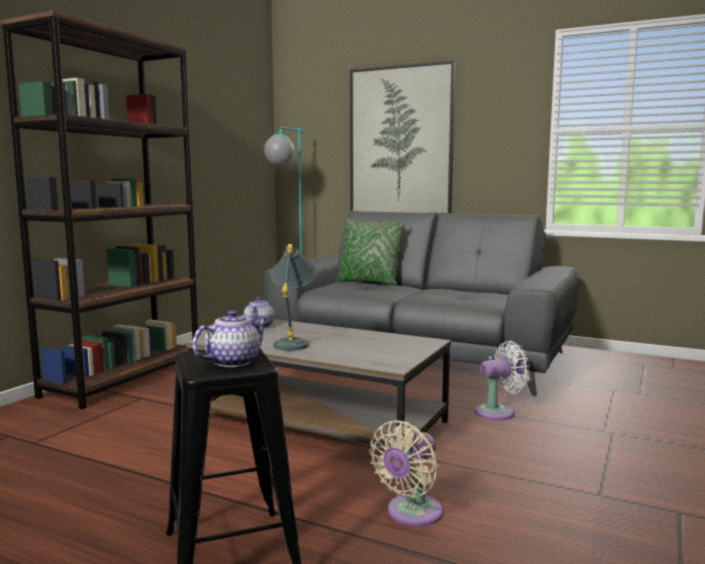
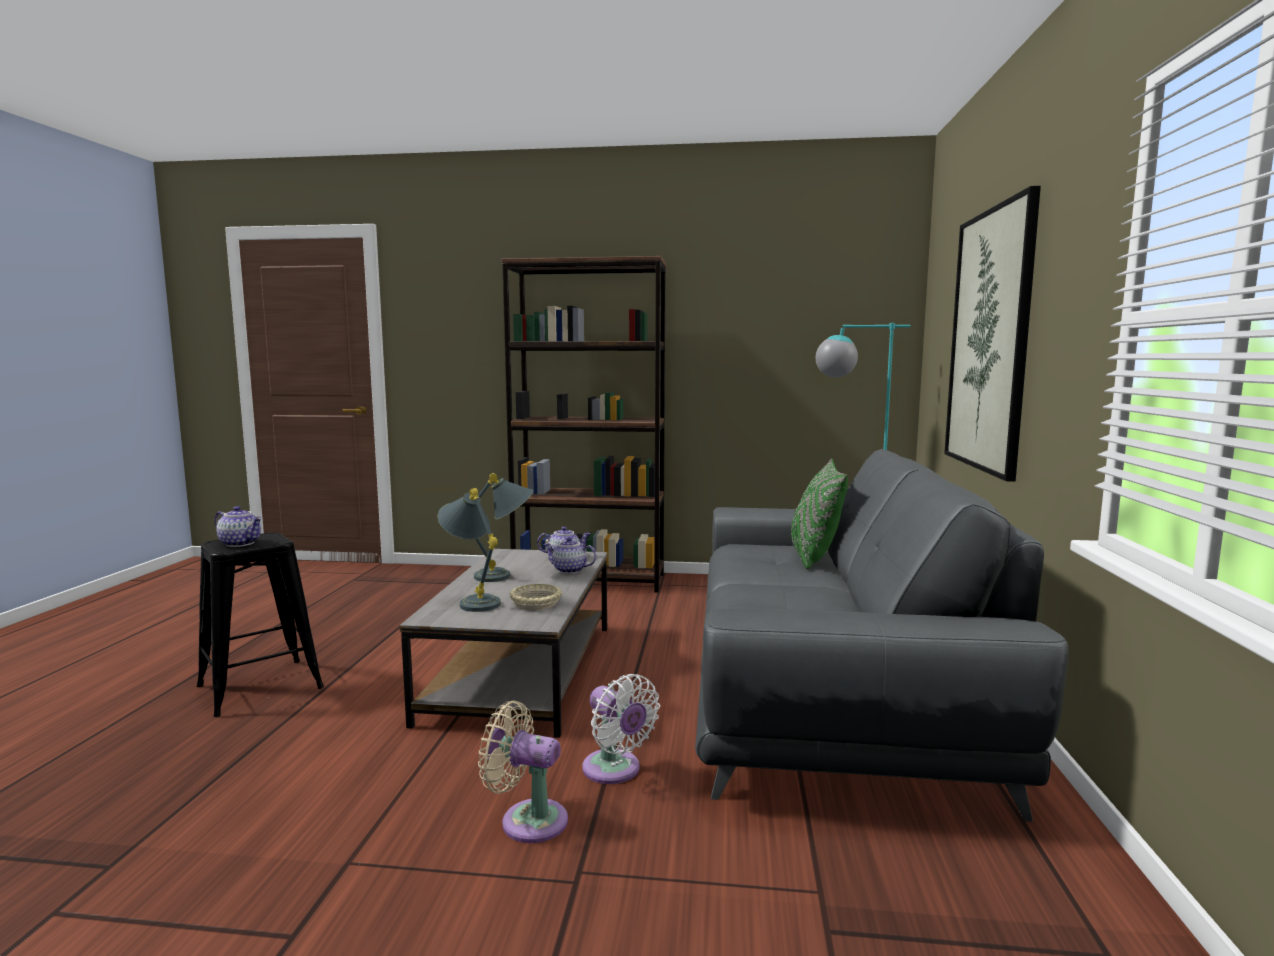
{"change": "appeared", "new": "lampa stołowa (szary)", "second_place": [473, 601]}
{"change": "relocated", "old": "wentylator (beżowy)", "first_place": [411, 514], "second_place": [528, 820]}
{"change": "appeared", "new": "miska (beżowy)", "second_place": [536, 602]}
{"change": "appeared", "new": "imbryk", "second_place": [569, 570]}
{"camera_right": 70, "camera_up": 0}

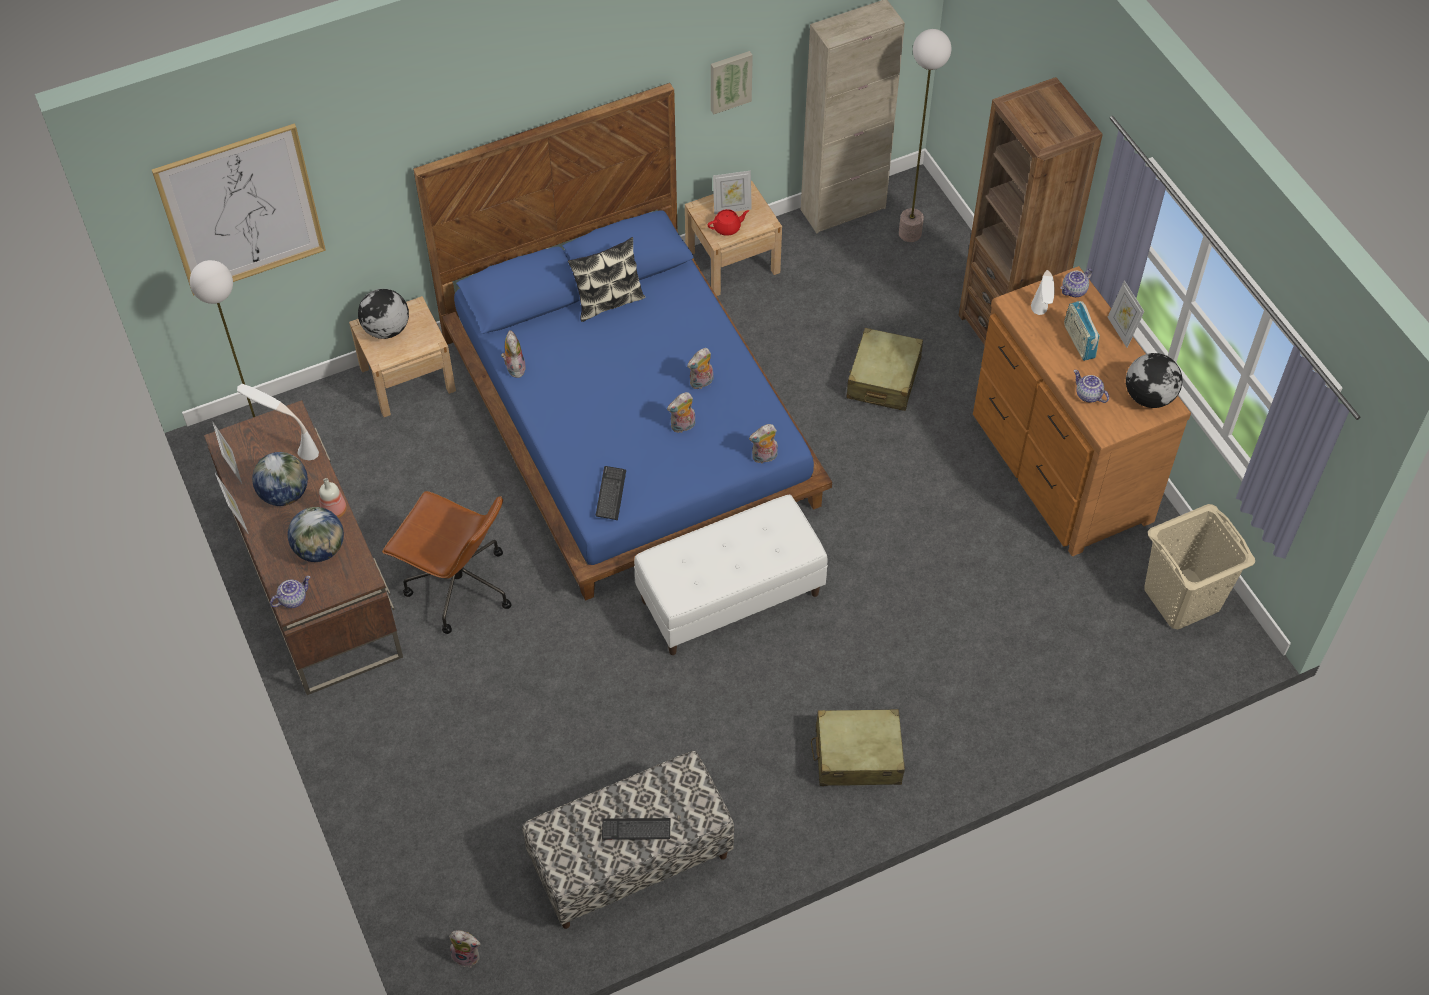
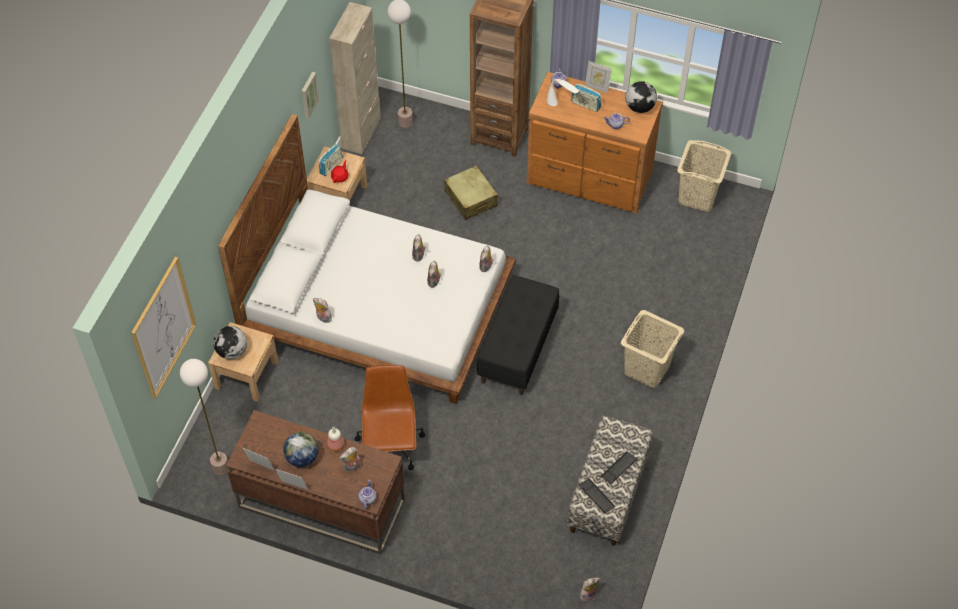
{"change": "colour", "old": "łóżko (niebieski)", "new": "łóżko (biały)", "first_place": [631, 420], "second_place": [379, 307]}
{"change": "exchanged", "old": "ramka na zdjęcie", "new": "radio", "first_place": [732, 208], "second_place": [331, 166]}
{"change": "exchanged", "old": "globus", "new": "pluszak", "first_place": [320, 549], "second_place": [352, 467]}
{"change": "spun", "old": "krzesło biurowe (brązowy)", "first_place": [458, 586], "second_place": [391, 447], "degrees": -75}
{"change": "colour", "old": "ławka (biały)", "new": "ławka (czarny)", "first_place": [730, 596], "second_place": [517, 348]}
{"change": "relocated", "old": "klawiatura", "first_place": [611, 494], "second_place": [596, 496]}
{"change": "exchanged", "old": "walizka (beżowy)", "new": "kosz na pranie (beżowy)", "first_place": [857, 755], "second_place": [647, 369]}
{"change": "missing", "old": "lampa stołowa (biały)", "first_place": [285, 445]}
{"change": "missing", "old": "poduszka", "first_place": [608, 301]}
{"camera_right": -45, "camera_up": 0}

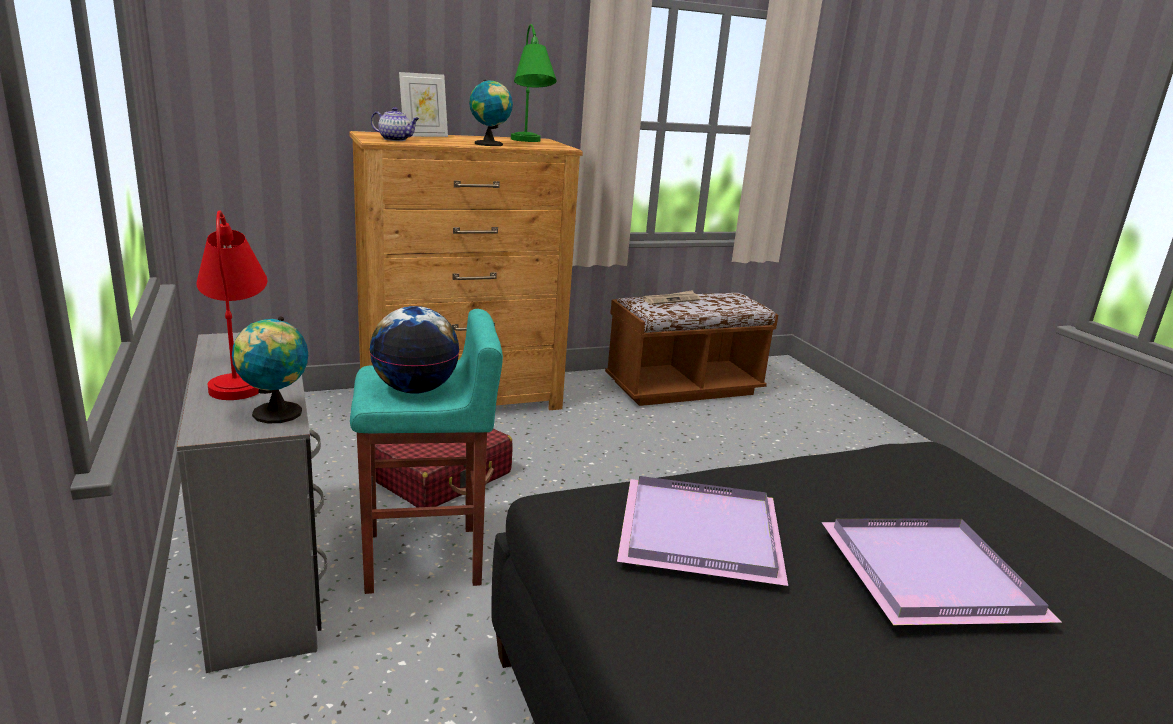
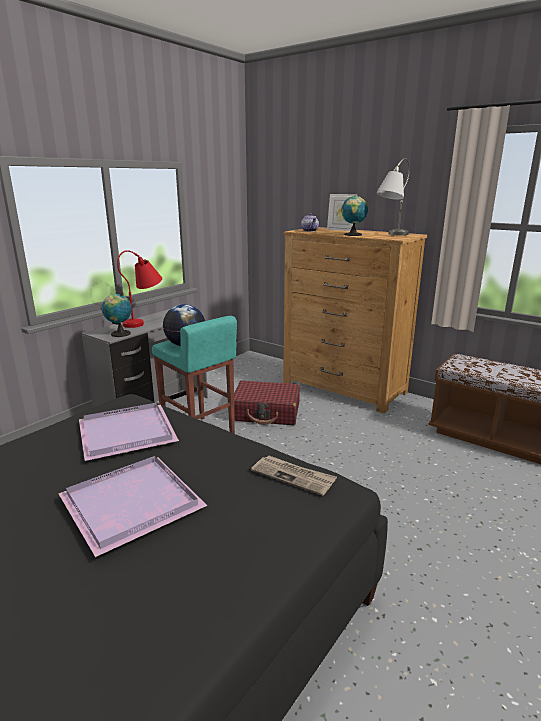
{"change": "relocated", "old": "gazeta", "first_place": [671, 300], "second_place": [294, 476]}
{"change": "colour", "old": "lampa stołowa (zielony)", "new": "lampa stołowa (szary)", "first_place": [528, 142], "second_place": [391, 235]}
{"camera_right": 60, "camera_up": 0}

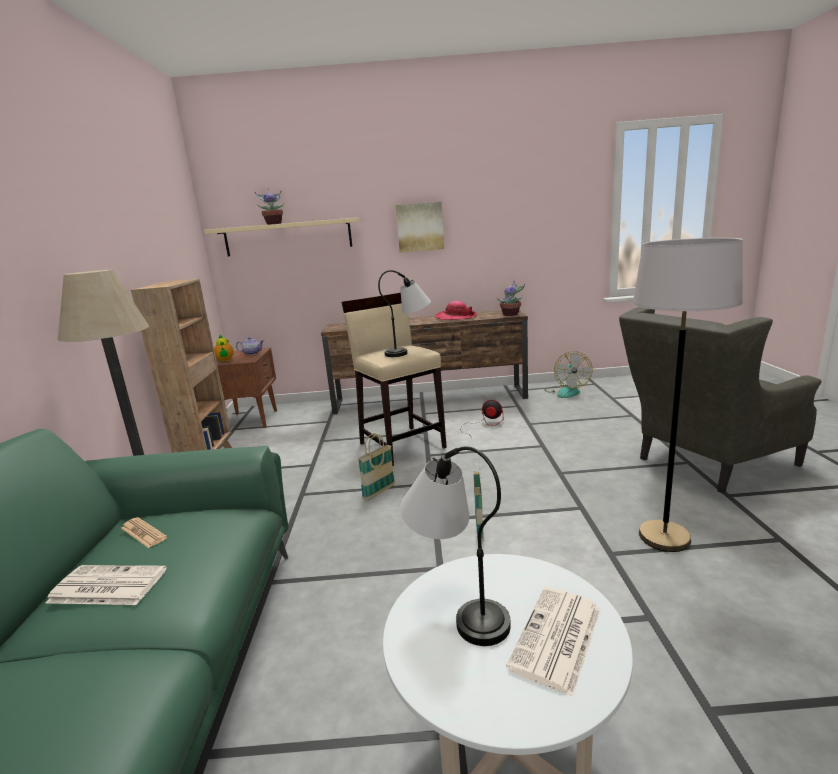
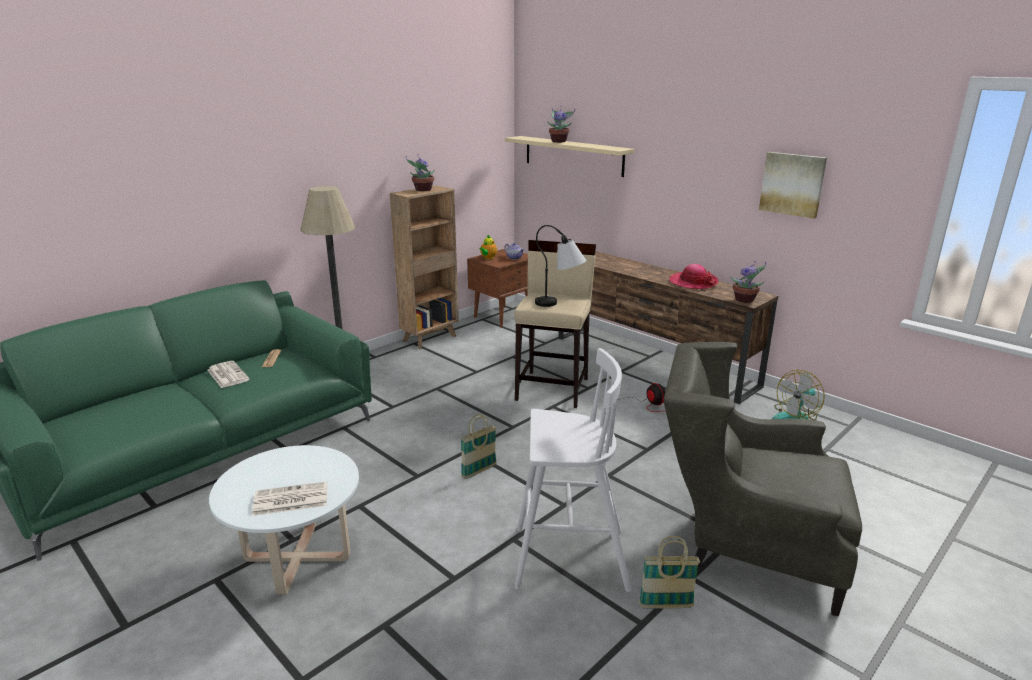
{"change": "appeared", "new": "roślina doniczkowa", "second_place": [422, 190]}
{"change": "exchanged", "old": "lampa stojąca (szary)", "new": "stołek (biały)", "first_place": [664, 537], "second_place": [567, 558]}
{"change": "relocated", "old": "koszyk", "first_place": [379, 492], "second_place": [666, 606]}
{"change": "relocated", "old": "obraz", "first_place": [420, 227], "second_place": [792, 184]}
{"change": "missing", "old": "lampa stołowa", "first_place": [457, 605]}
{"camera_right": 45, "camera_up": 5}

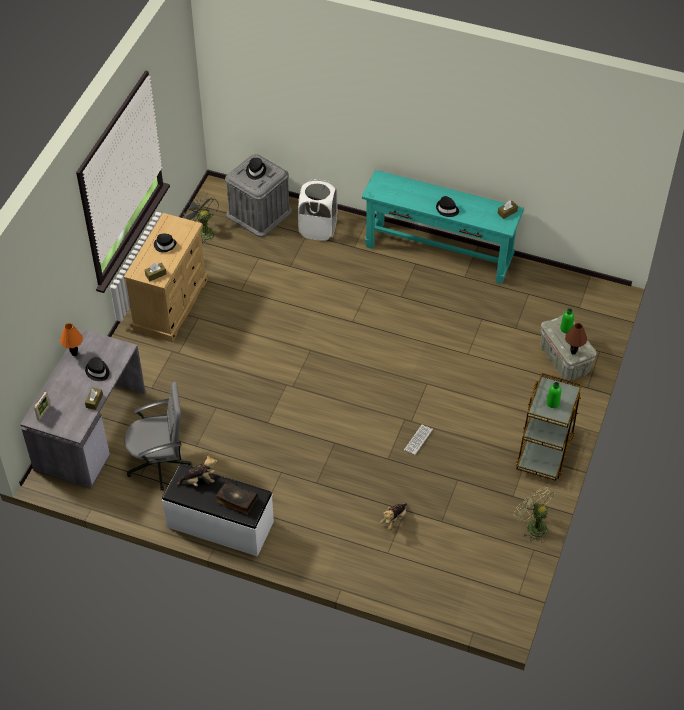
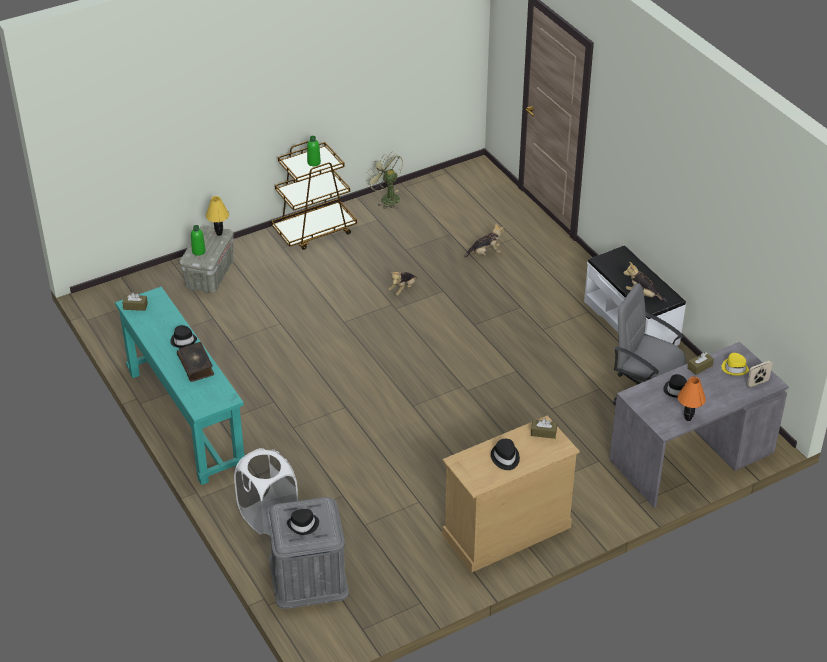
{"change": "relocated", "old": "książka", "first_place": [236, 500], "second_place": [196, 366]}
{"change": "colour", "old": "lampa stołowa (brązowy)", "new": "lampa stołowa (żółty)", "first_place": [573, 352], "second_place": [219, 234]}
{"change": "spun", "old": "wentylator (zielony)", "first_place": [533, 525], "second_place": [386, 198], "degrees": 135}
{"change": "exchanged", "old": "klawiatura", "new": "pluszak", "first_place": [418, 440], "second_place": [403, 289]}
{"change": "appeared", "new": "kapelusz (żółty)", "second_place": [734, 368]}
{"change": "missing", "old": "wentylator (szary)", "first_place": [202, 231]}
{"camera_right": -140, "camera_up": -10}

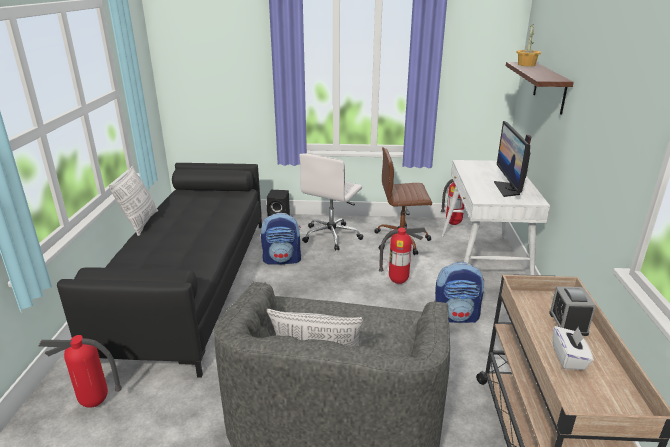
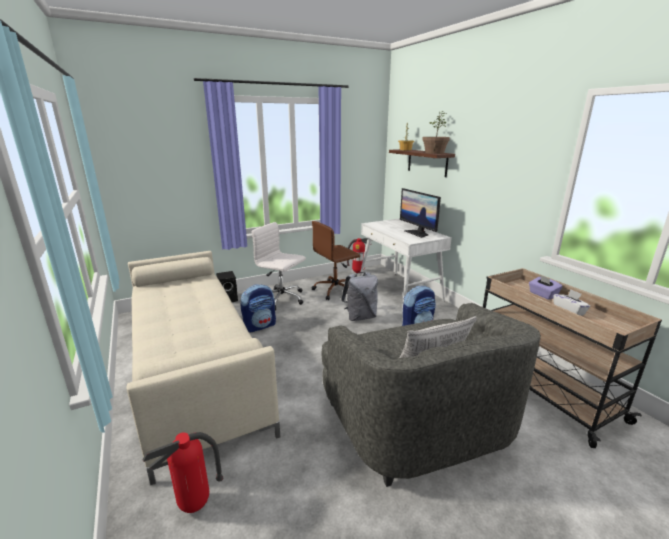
{"change": "colour", "old": "kanapa (czarny)", "new": "kanapa (beżowy)", "first_place": [191, 283], "second_place": [194, 366]}
{"change": "spun", "old": "krzesło biurowe (biały)", "first_place": [332, 236], "second_place": [282, 299], "degrees": 120}
{"change": "exchanged", "old": "gaśnica", "new": "plecak (szary)", "first_place": [398, 281], "second_place": [360, 317]}
{"change": "appeared", "new": "roślina doniczkowa", "second_place": [434, 152]}
{"change": "exchanged", "old": "budzik", "new": "pudełko chusteczek (fioletowy)", "first_place": [568, 323], "second_place": [542, 295]}
{"change": "missing", "old": "poduszka", "first_place": [140, 223]}
{"camera_right": -30, "camera_up": -5}

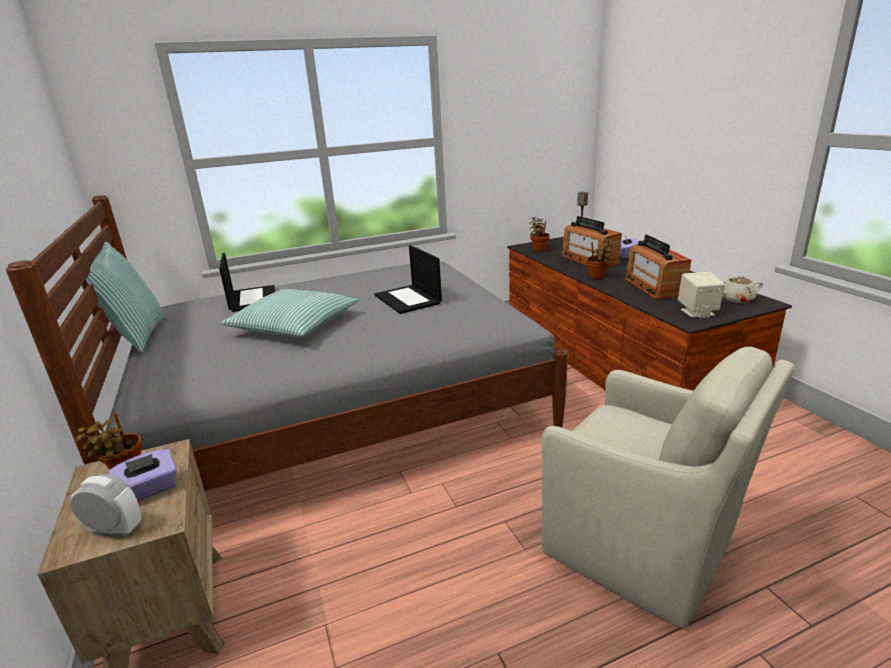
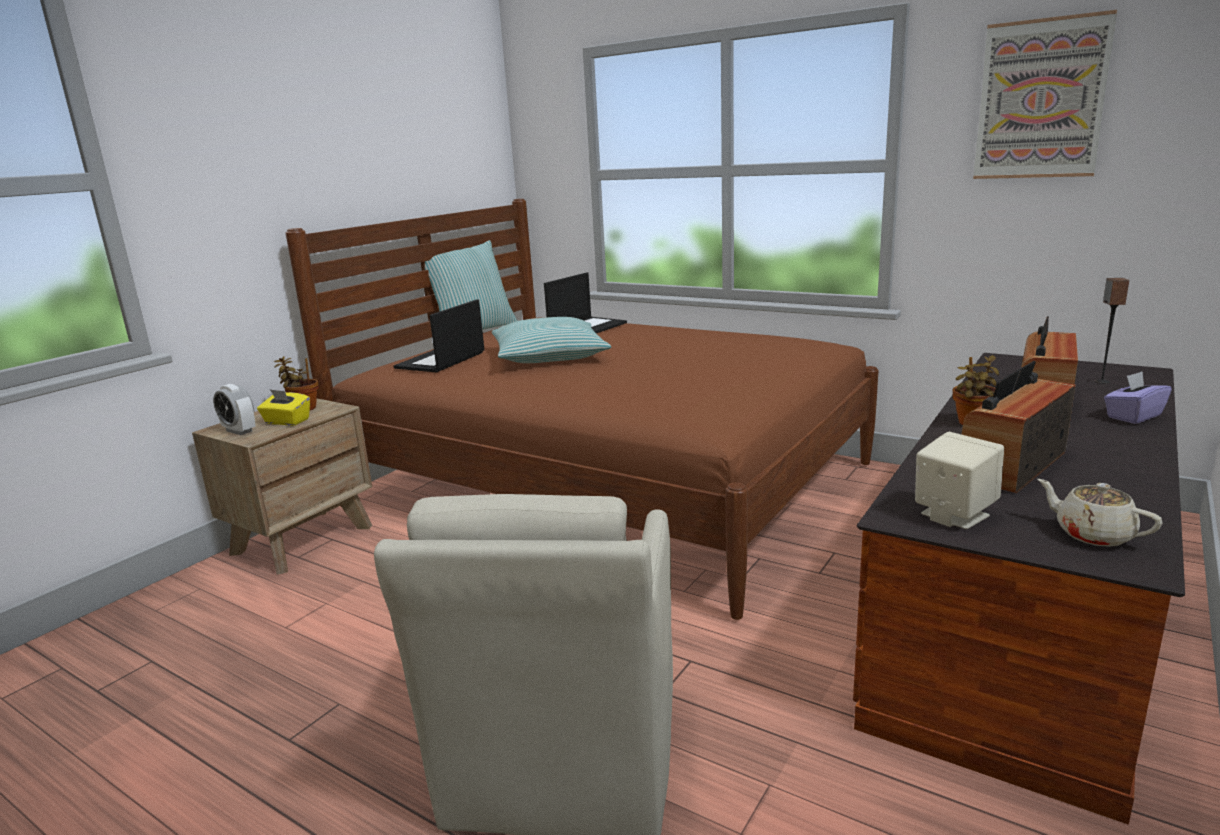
{"change": "spun", "old": "budzik", "first_place": [115, 530], "second_place": [239, 431], "degrees": 150}
{"change": "colour", "old": "pudełko chusteczek (fioletowy)", "new": "pudełko chusteczek (żółty)", "first_place": [150, 490], "second_place": [287, 421]}
{"change": "colour", "old": "łóżko (szary)", "new": "łóżko (brązowy)", "first_place": [340, 413], "second_place": [607, 484]}
{"change": "relocated", "old": "laptop", "first_place": [408, 299], "second_place": [440, 361]}
{"change": "appeared", "new": "obraz", "second_place": [1040, 100]}
{"change": "missing", "old": "roślina doniczkowa", "first_place": [539, 249]}
{"camera_right": 55, "camera_up": -5}

